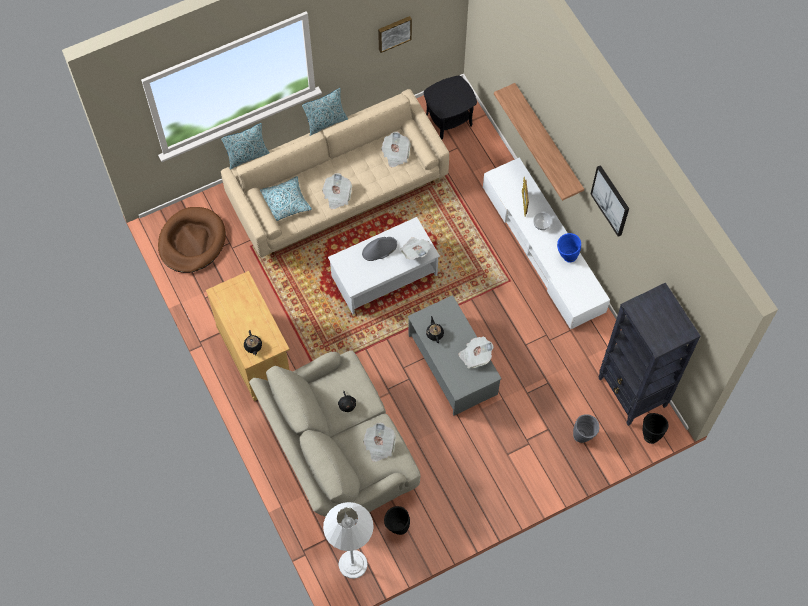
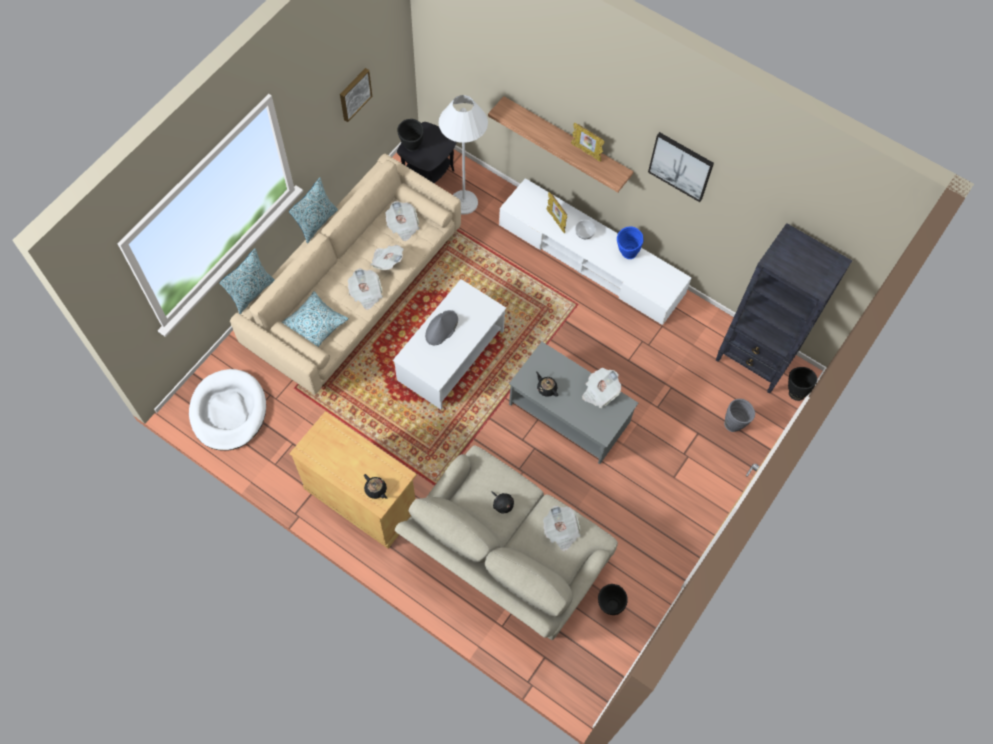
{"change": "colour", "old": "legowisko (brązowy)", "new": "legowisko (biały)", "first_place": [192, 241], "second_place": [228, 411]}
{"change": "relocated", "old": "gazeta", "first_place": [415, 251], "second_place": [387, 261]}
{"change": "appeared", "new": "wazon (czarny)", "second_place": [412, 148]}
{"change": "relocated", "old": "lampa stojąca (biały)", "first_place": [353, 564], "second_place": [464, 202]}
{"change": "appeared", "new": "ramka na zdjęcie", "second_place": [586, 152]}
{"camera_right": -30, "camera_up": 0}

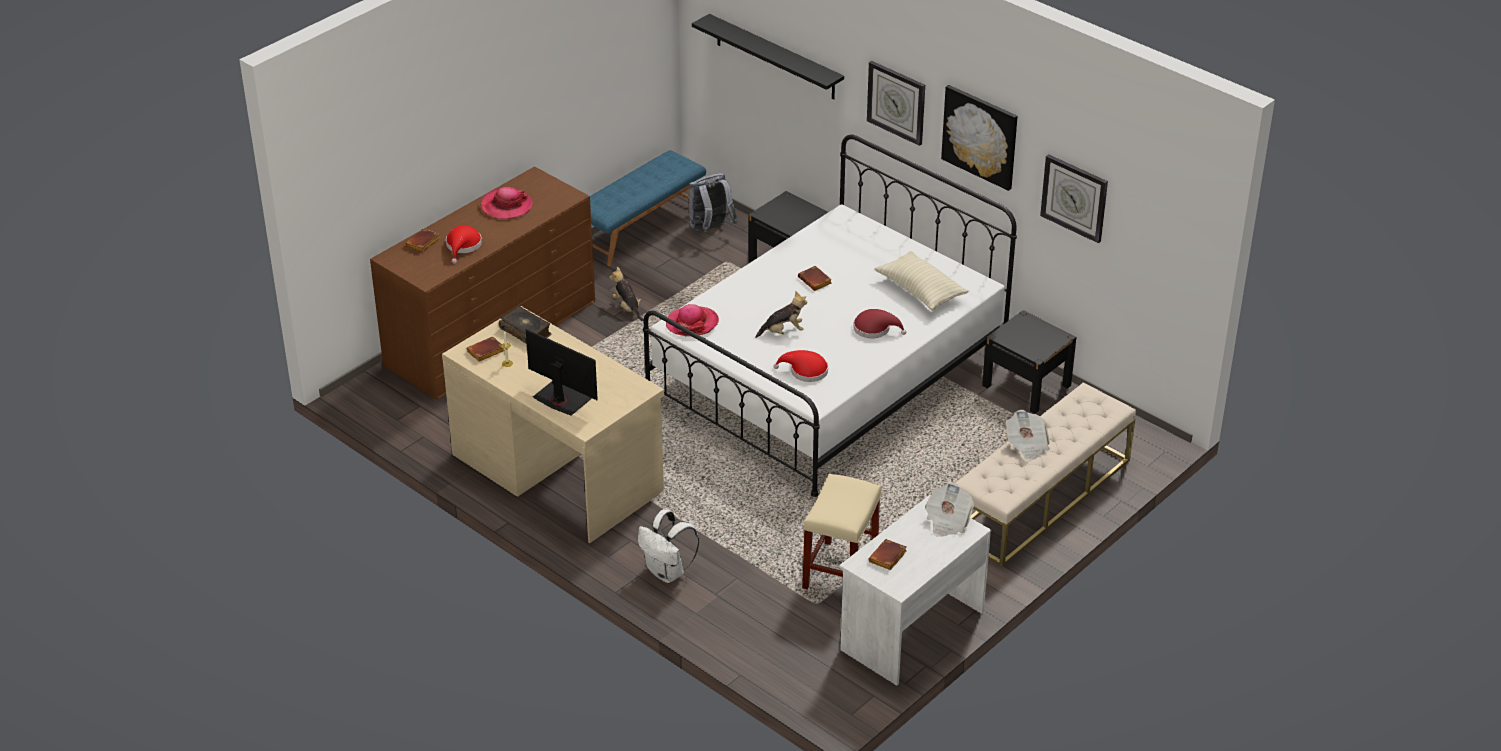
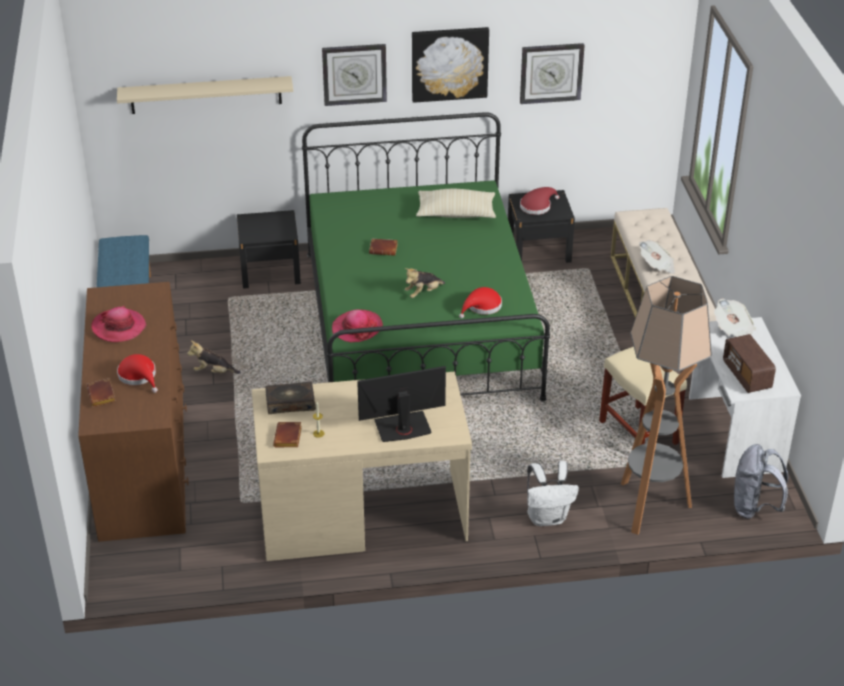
{"change": "colour", "old": "półka (czarny)", "new": "półka (beżowy)", "first_place": [775, 57], "second_place": [206, 95]}
{"change": "colour", "old": "łóżko (biały)", "new": "łóżko (zielony)", "first_place": [827, 375], "second_place": [419, 323]}
{"change": "spun", "old": "pluszak", "first_place": [783, 332], "second_place": [423, 293], "degrees": -150}
{"change": "relocated", "old": "kapelusz (czerwony)", "first_place": [875, 329], "second_place": [537, 206]}
{"change": "appeared", "new": "lampa stojąca", "second_place": [649, 506]}
{"change": "exchanged", "old": "książka (brązowy)", "new": "radio", "first_place": [888, 558], "second_place": [746, 376]}
{"change": "relocated", "old": "plecak (szary)", "first_place": [710, 230], "second_place": [754, 507]}
{"camera_right": -50, "camera_up": 0}

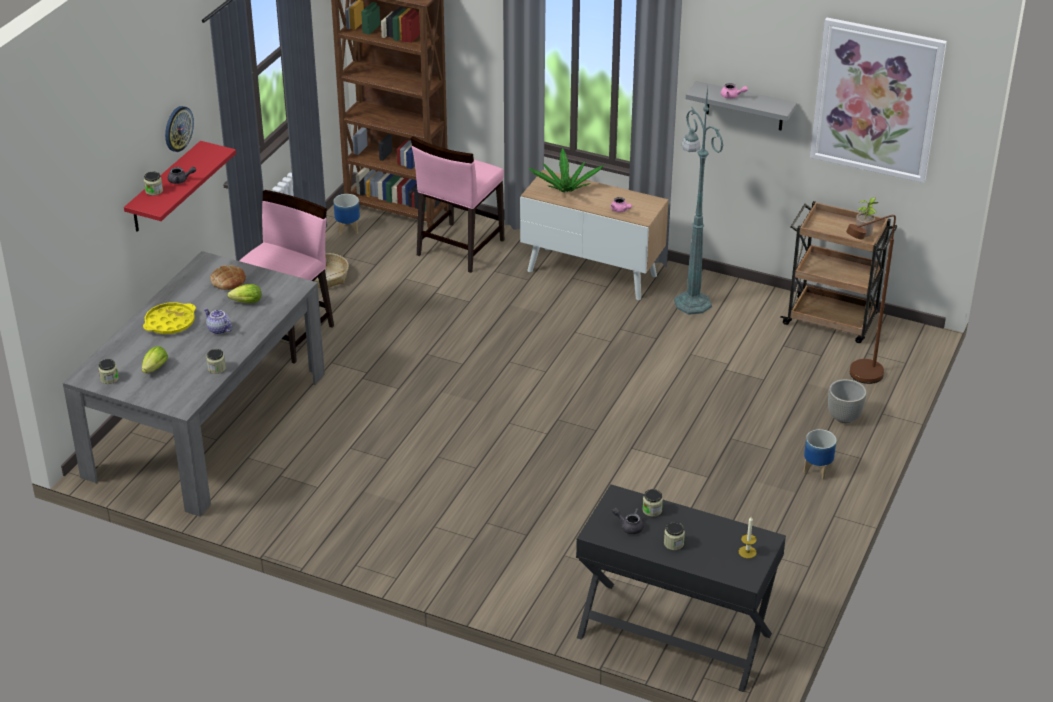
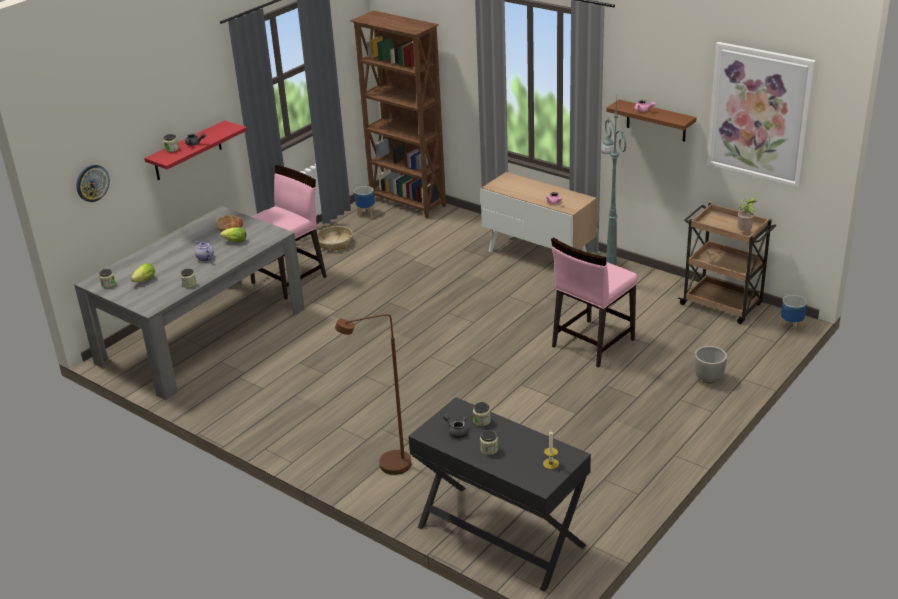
{"change": "relocated", "old": "zegar ścienny", "first_place": [178, 128], "second_place": [92, 183]}
{"change": "relocated", "old": "lampa stojąca (brązowy)", "first_place": [858, 376], "second_place": [386, 466]}
{"change": "relocated", "old": "krzesło (różowy)", "first_place": [459, 248], "second_place": [592, 343]}
{"change": "colour", "old": "półka (szary)", "new": "półka (brązowy)", "first_place": [744, 106], "second_place": [656, 121]}
{"change": "relocated", "old": "donica", "first_place": [817, 469], "second_place": [791, 327]}
{"change": "missing", "old": "taca (żółty)", "first_place": [170, 323]}
{"change": "missing", "old": "roślina doniczkowa", "first_place": [566, 189]}
{"camera_right": 15, "camera_up": -5}

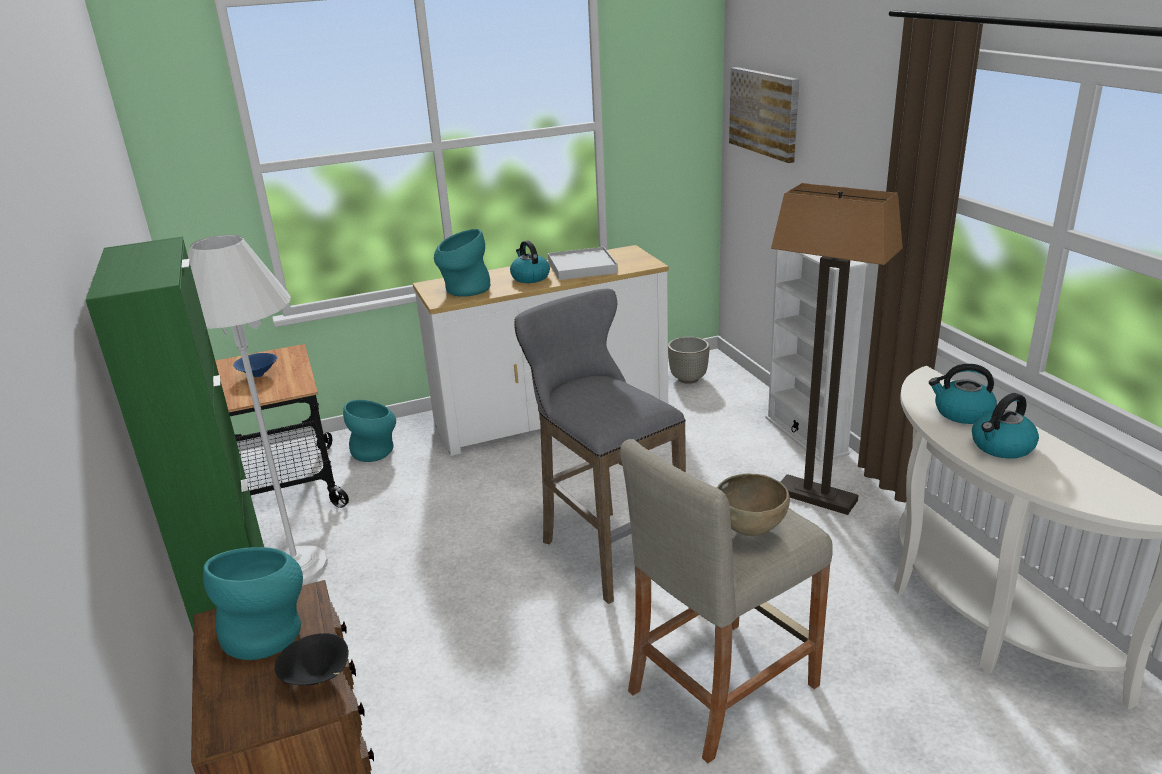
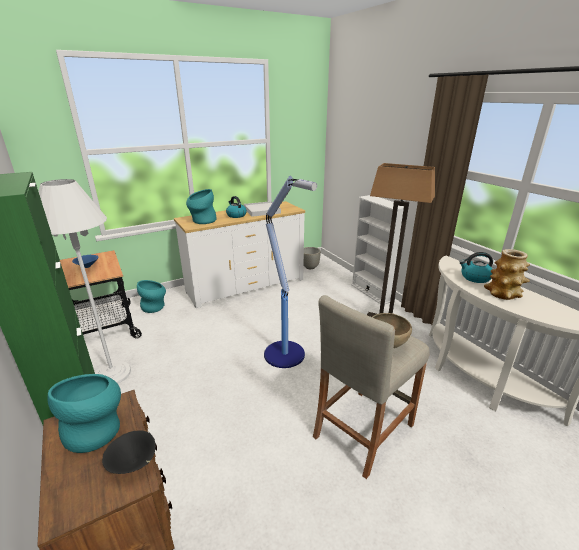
{"change": "exchanged", "old": "stołek (szary)", "new": "lampa stojąca", "first_place": [606, 549], "second_place": [285, 355]}
{"change": "exchanged", "old": "czajnik", "new": "wazon", "first_place": [1001, 447], "second_place": [503, 294]}
{"change": "missing", "old": "obraz", "first_place": [764, 113]}
{"camera_right": -10, "camera_up": 0}

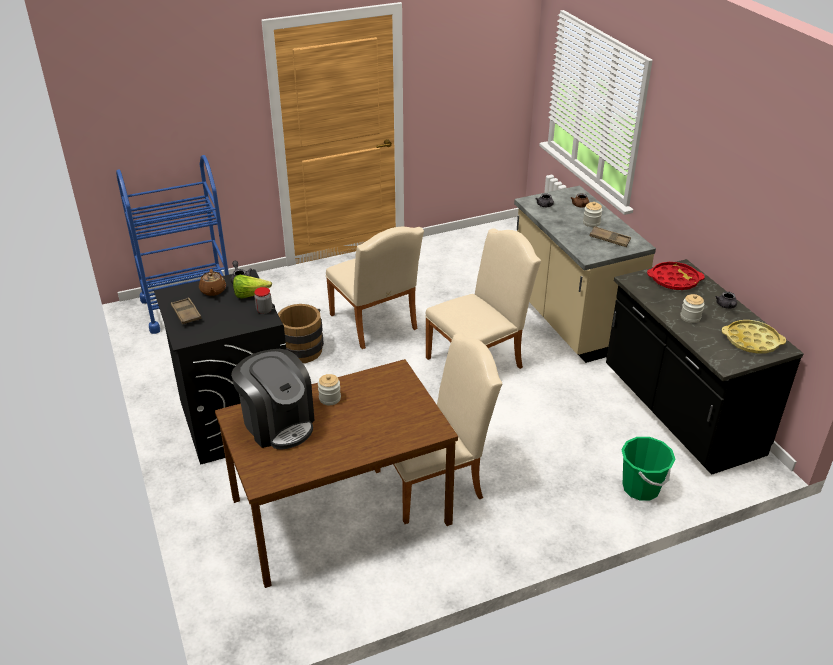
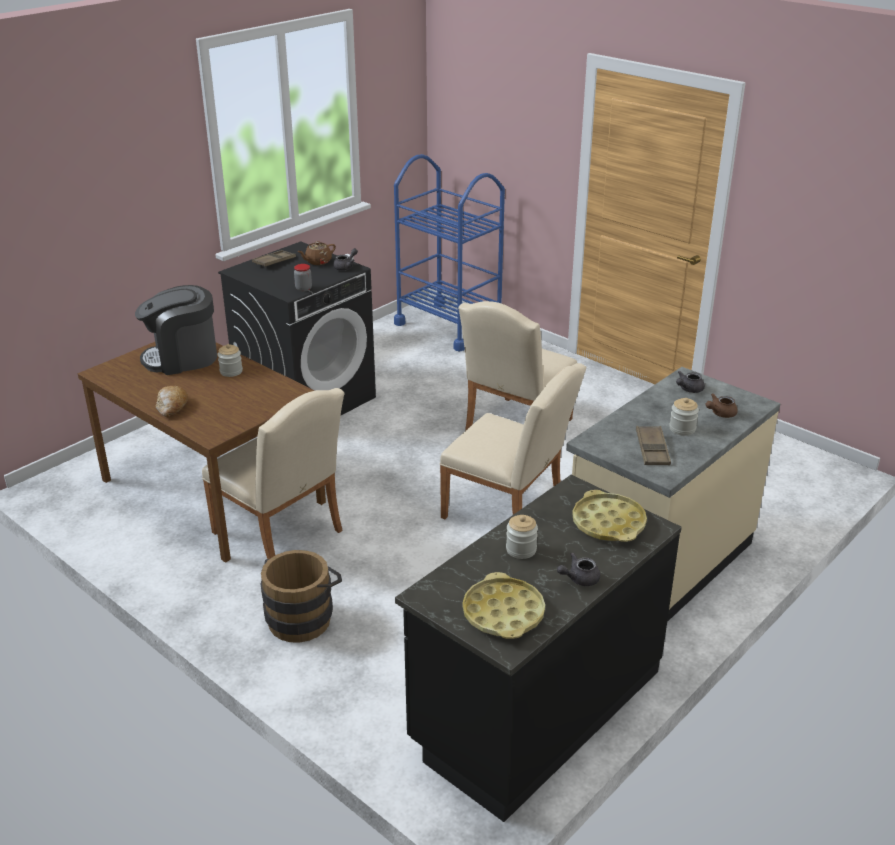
{"change": "spun", "old": "ekspres do kawy", "first_place": [278, 423], "second_place": [182, 358], "degrees": 45}
{"change": "appeared", "new": "chleb", "second_place": [172, 407]}
{"change": "relocated", "old": "wiadro (brązowy)", "first_place": [299, 348], "second_place": [303, 616]}
{"change": "colour", "old": "taca (czerwony)", "new": "taca (żółty)", "first_place": [674, 280], "second_place": [608, 523]}
{"change": "missing", "old": "sałata", "first_place": [250, 295]}
{"change": "missing", "old": "wiadro (zielony)", "first_place": [641, 488]}
{"camera_right": 65, "camera_up": -5}

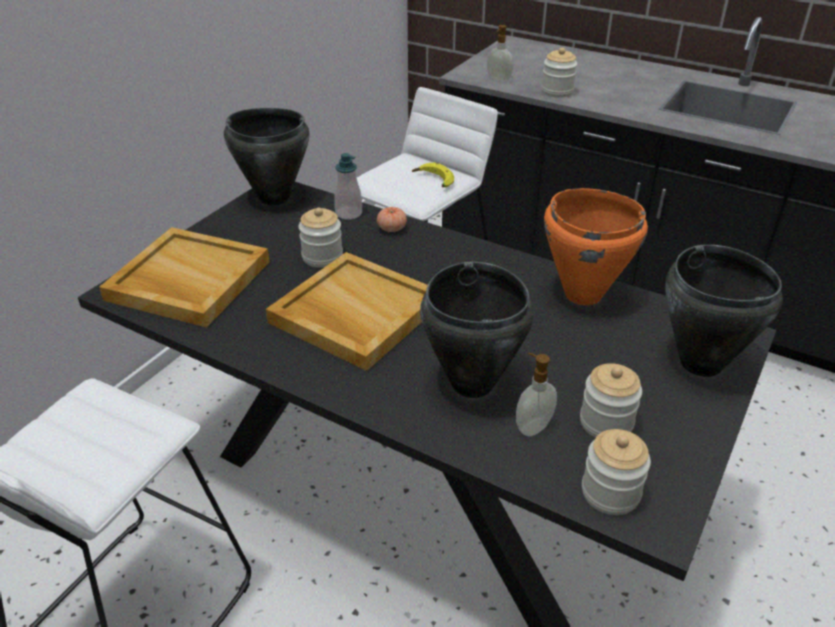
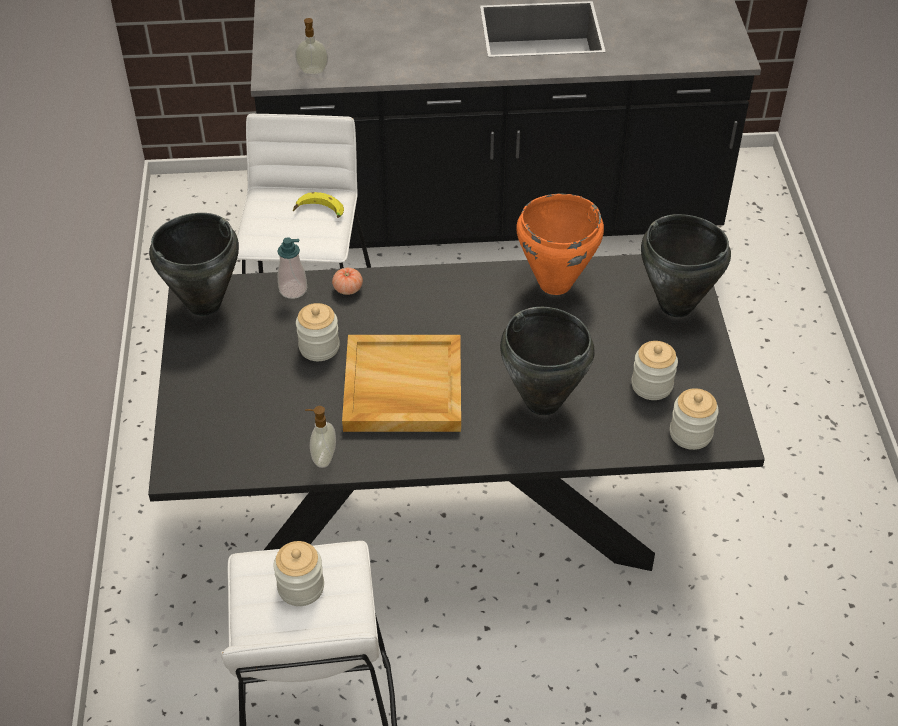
{"change": "relocated", "old": "słoik", "first_place": [557, 92], "second_place": [301, 587]}
{"change": "relocated", "old": "dozownik mydła", "first_place": [532, 426], "second_place": [323, 457]}
{"change": "missing", "old": "taca (beżowy)", "first_place": [187, 281]}
{"camera_right": -35, "camera_up": 10}

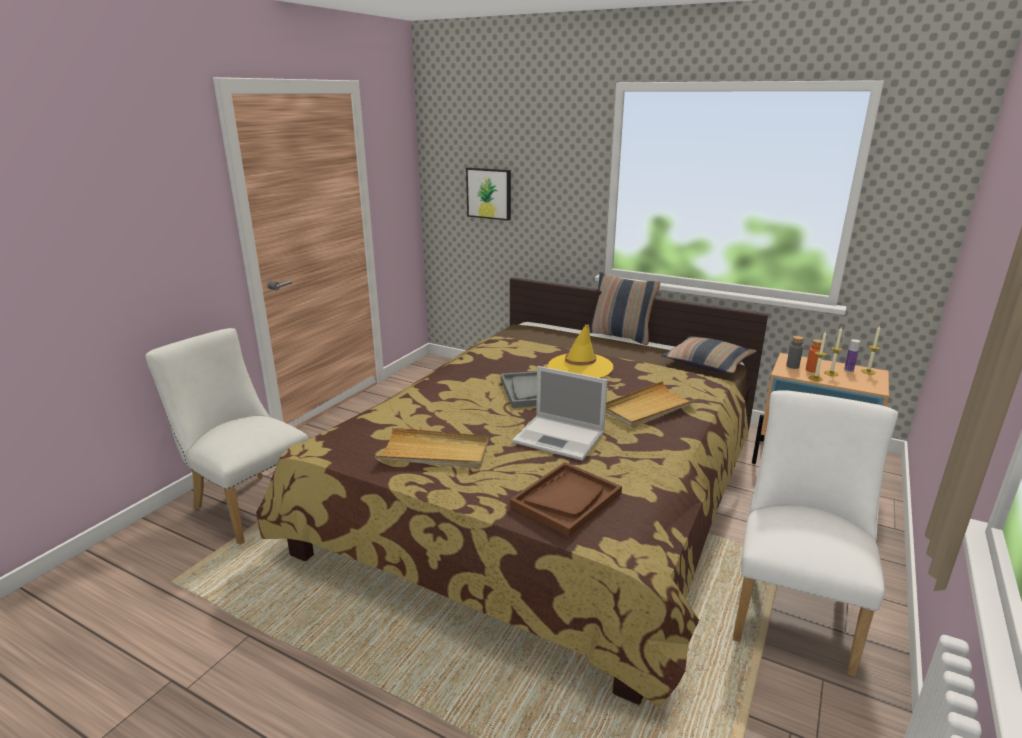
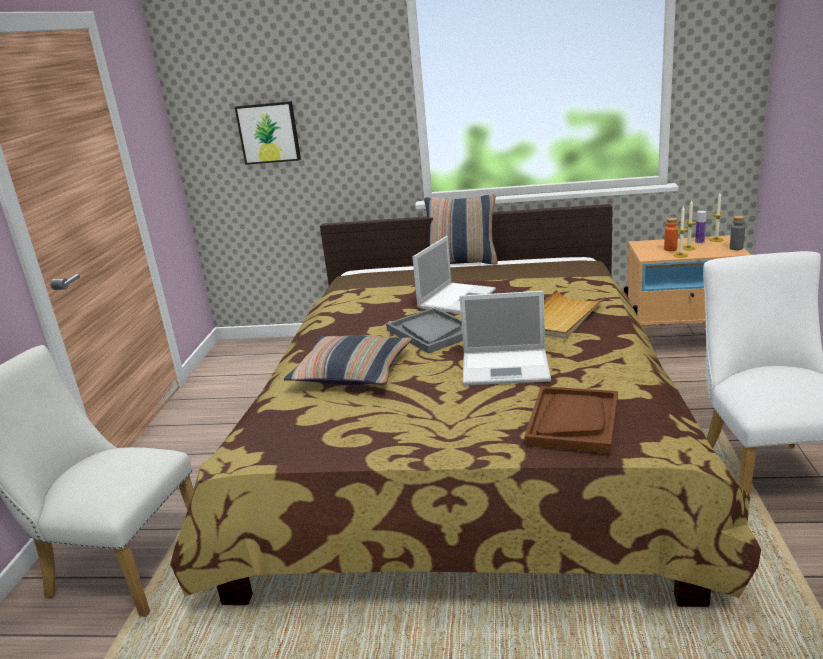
{"change": "relocated", "old": "poduszka", "first_place": [708, 363], "second_place": [352, 372]}
{"change": "exchanged", "old": "kapelusz (żółty)", "new": "laptop", "first_place": [580, 367], "second_place": [457, 298]}
{"change": "relocated", "old": "butelka (szary)", "first_place": [792, 366], "second_place": [736, 248]}
{"change": "missing", "old": "taca (beżowy)", "first_place": [435, 452]}
{"camera_right": -20, "camera_up": 0}

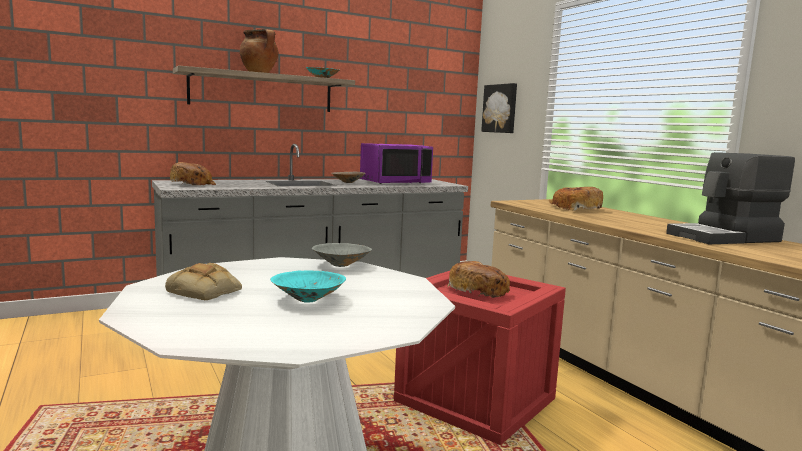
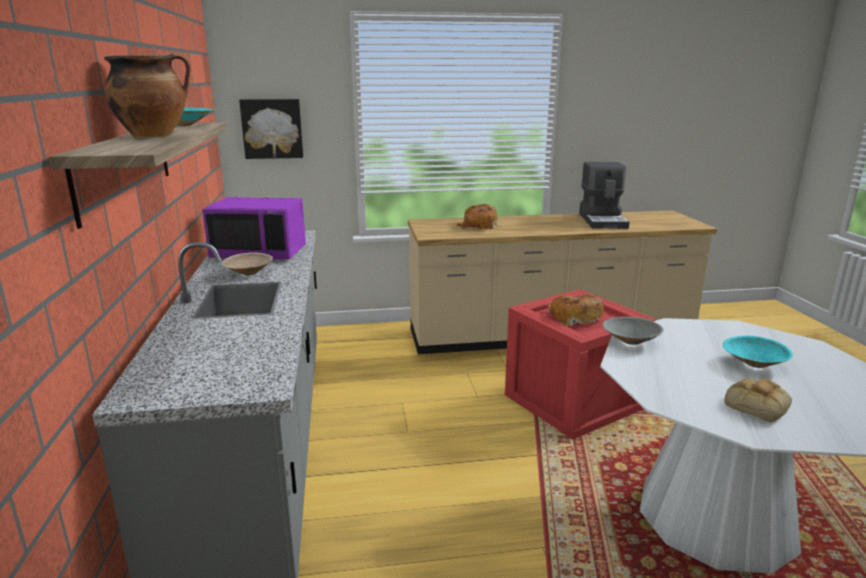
{"change": "spun", "old": "mikrofalówka (fioletowy)", "first_place": [395, 182], "second_place": [260, 252], "degrees": 105}
{"change": "missing", "old": "chleb", "first_place": [193, 184]}
{"camera_right": -70, "camera_up": 10}

